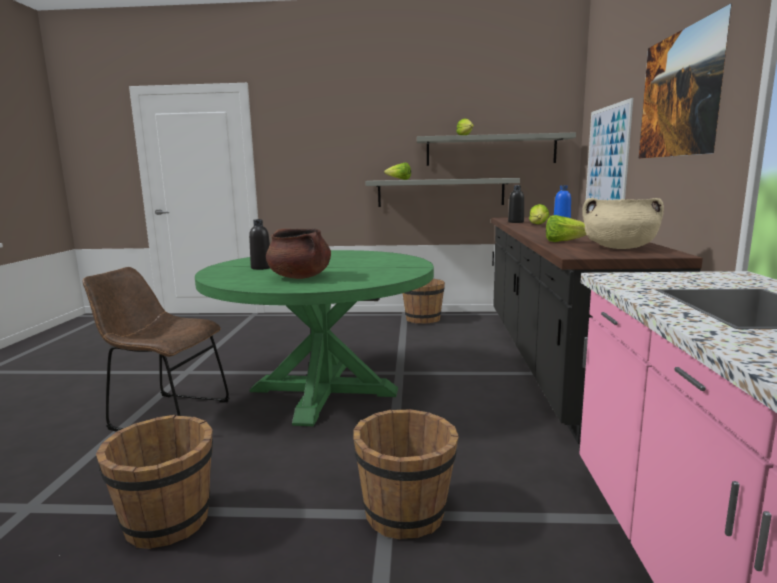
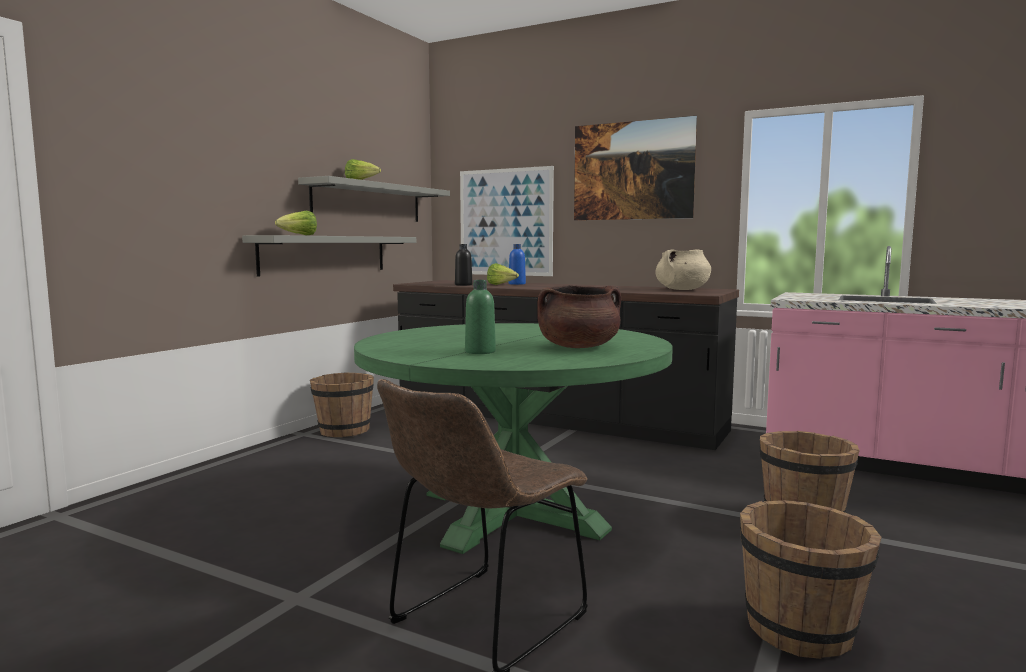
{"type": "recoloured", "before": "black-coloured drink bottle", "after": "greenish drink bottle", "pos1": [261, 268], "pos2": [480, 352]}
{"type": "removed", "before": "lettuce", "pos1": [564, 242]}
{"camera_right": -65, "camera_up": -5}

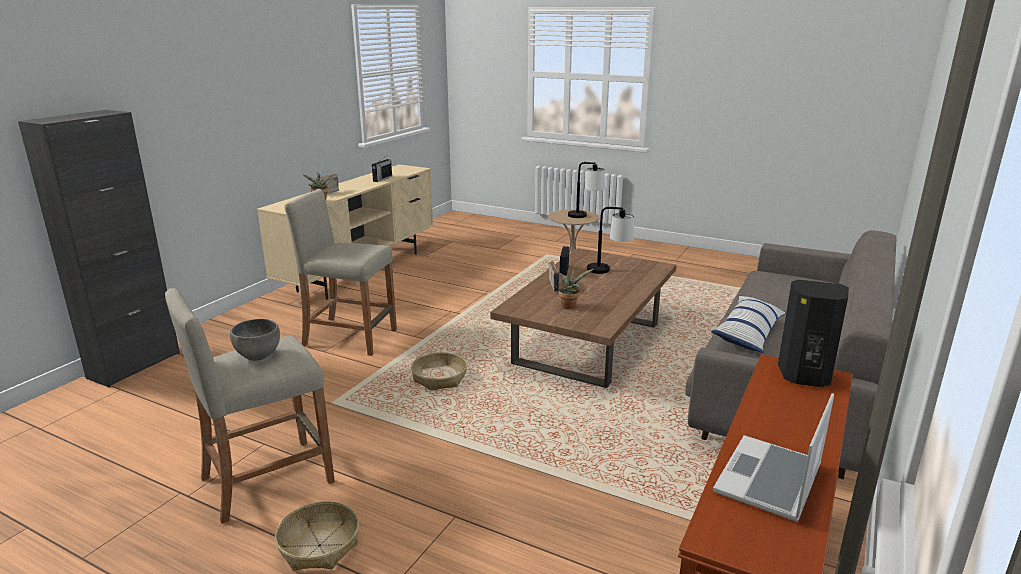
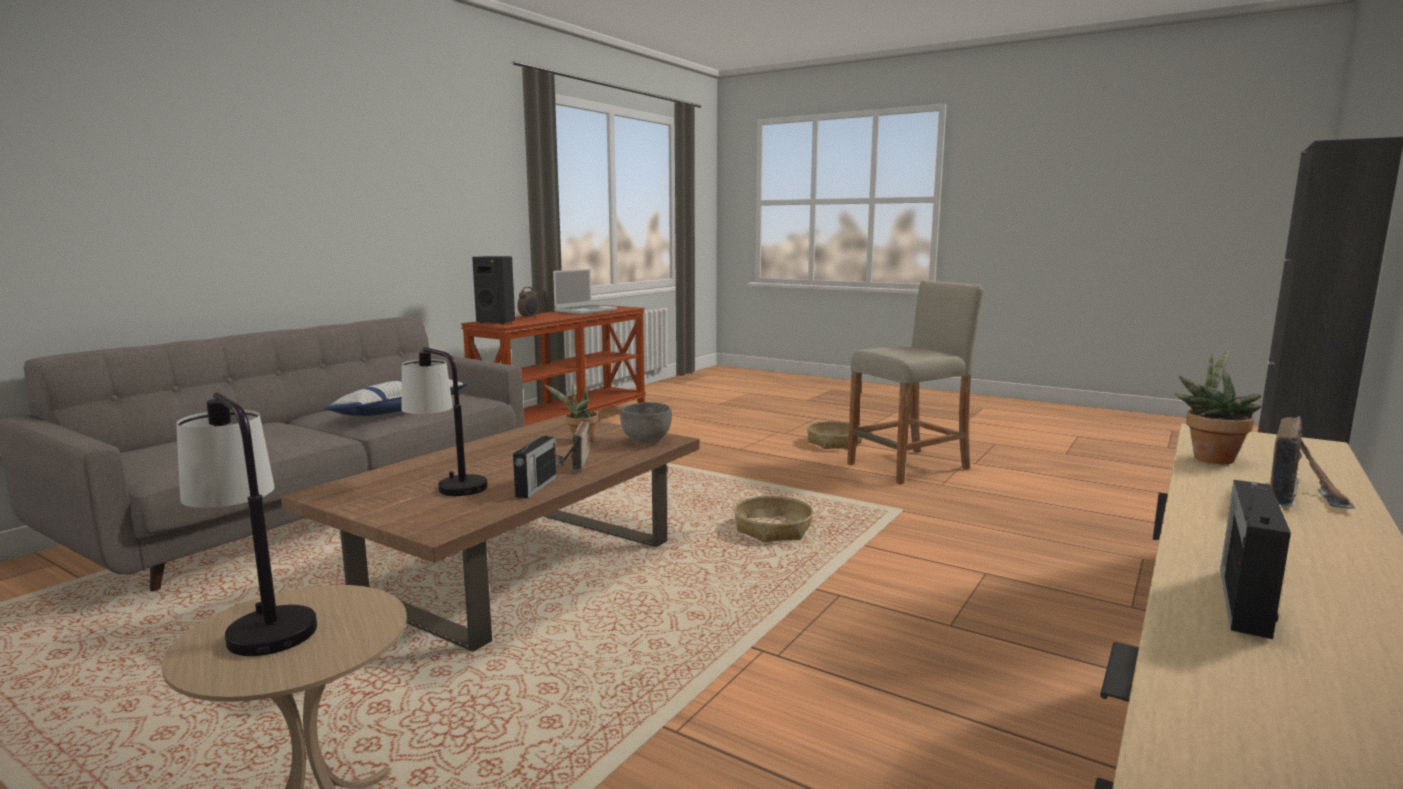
{"type": "added", "after": "bedside clock", "pos2": [529, 317]}
{"type": "moved", "before": "gray deep dish", "pos1": [258, 356], "pos2": [646, 441]}
{"type": "removed", "before": "beige-coloured sitting stool", "pos1": [350, 337]}
{"camera_right": -175, "camera_up": -10}

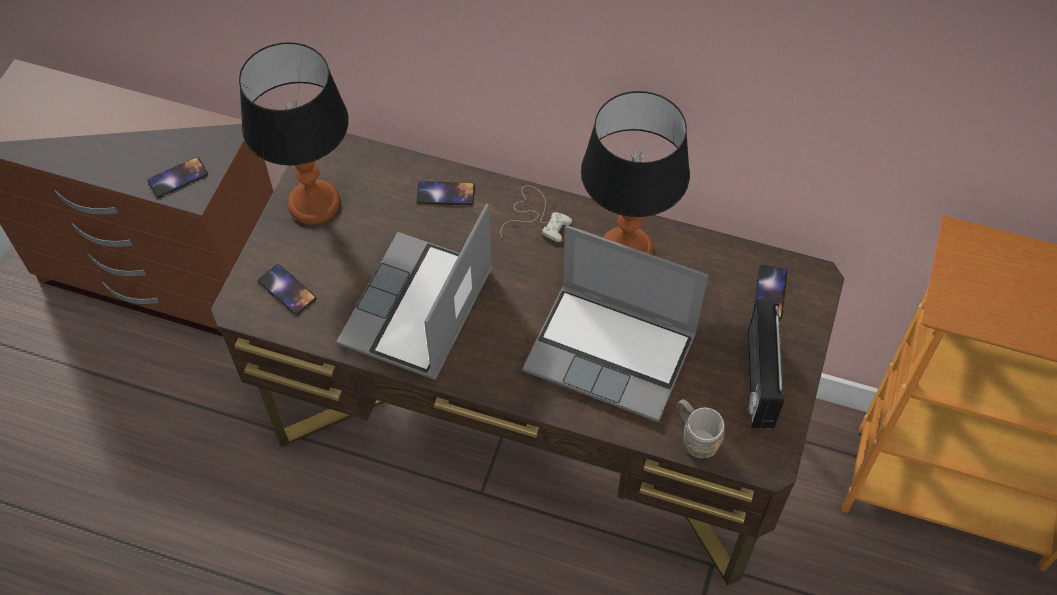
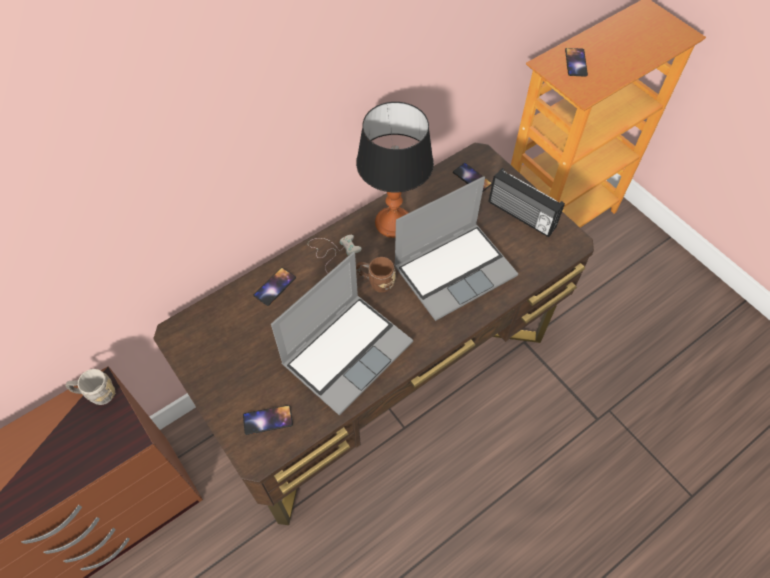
{"type": "moved", "before": "gray coffee mug", "pos1": [695, 437], "pos2": [97, 394]}
{"type": "turned", "before": "portable computer", "pos1": [418, 310], "pos2": [347, 351], "turn": -105}
{"type": "added", "after": "brownish coffee mug", "pos2": [376, 282]}
{"type": "moved", "before": "phone", "pos1": [177, 177], "pos2": [575, 62]}
{"type": "removed", "before": "tabletop lamp", "pos1": [315, 204]}
{"camera_right": -55, "camera_up": 0}

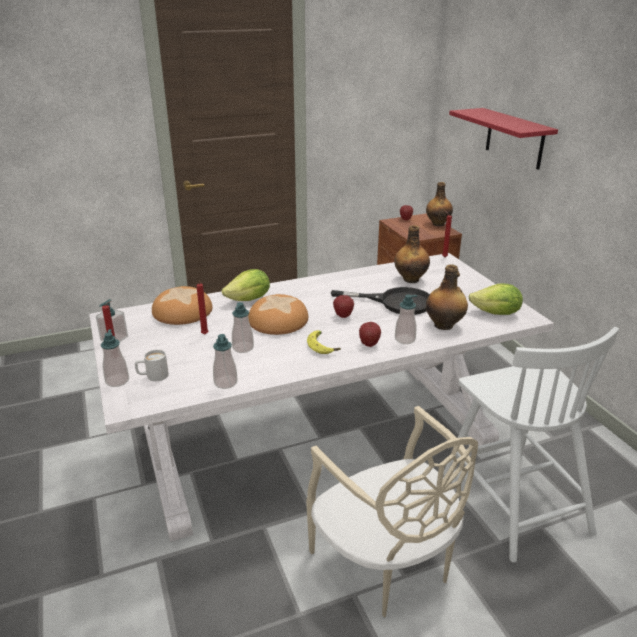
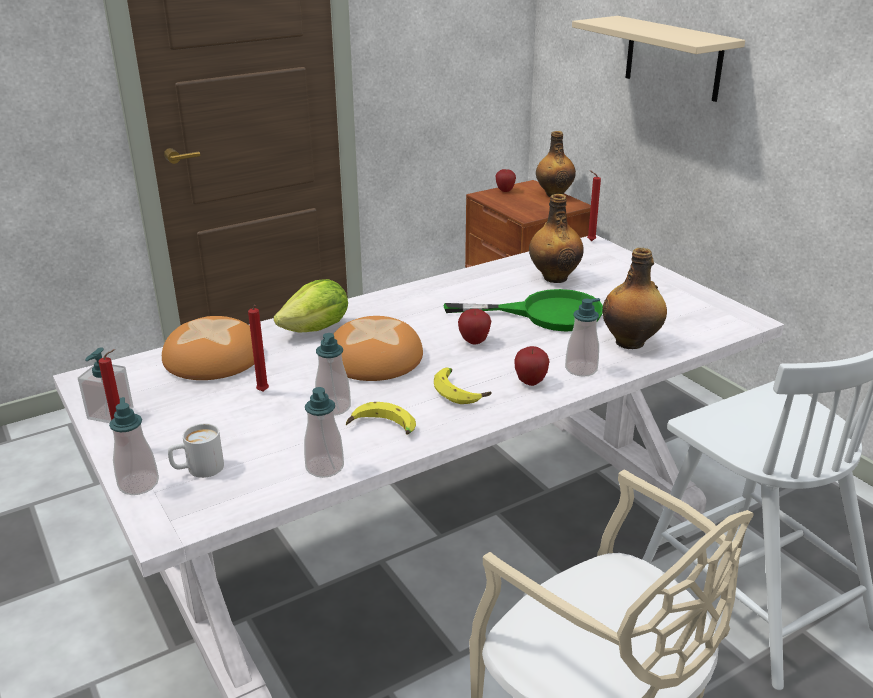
{"type": "added", "after": "banana", "pos2": [381, 429]}
{"type": "recoloured", "before": "black-coloured pan", "after": "greenish pan", "pos1": [395, 302], "pos2": [545, 314]}
{"type": "recoloured", "before": "red-coloured shelf", "after": "beige-coloured shelf", "pos1": [514, 138], "pos2": [673, 58]}
{"type": "removed", "before": "lettuce", "pos1": [496, 313]}
{"camera_right": -10, "camera_up": 0}

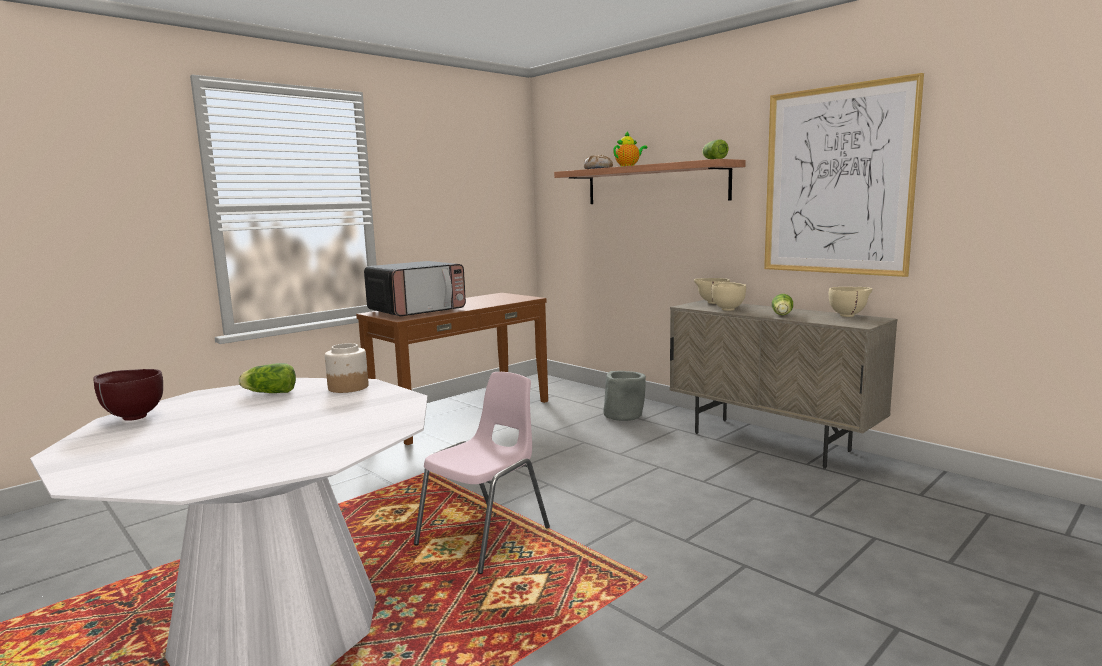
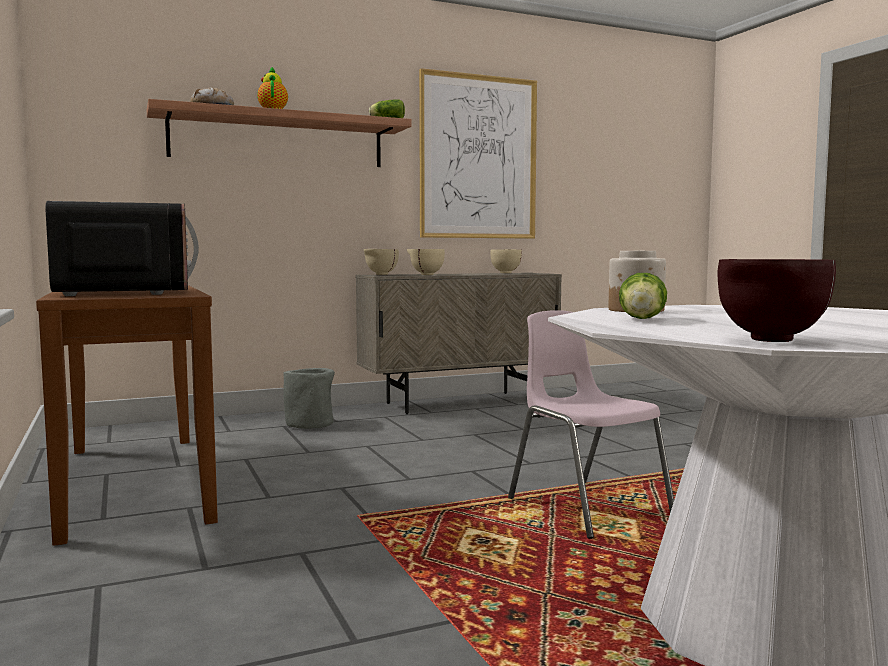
{"type": "removed", "before": "lettuce", "pos1": [782, 315]}
{"camera_right": -70, "camera_up": -5}

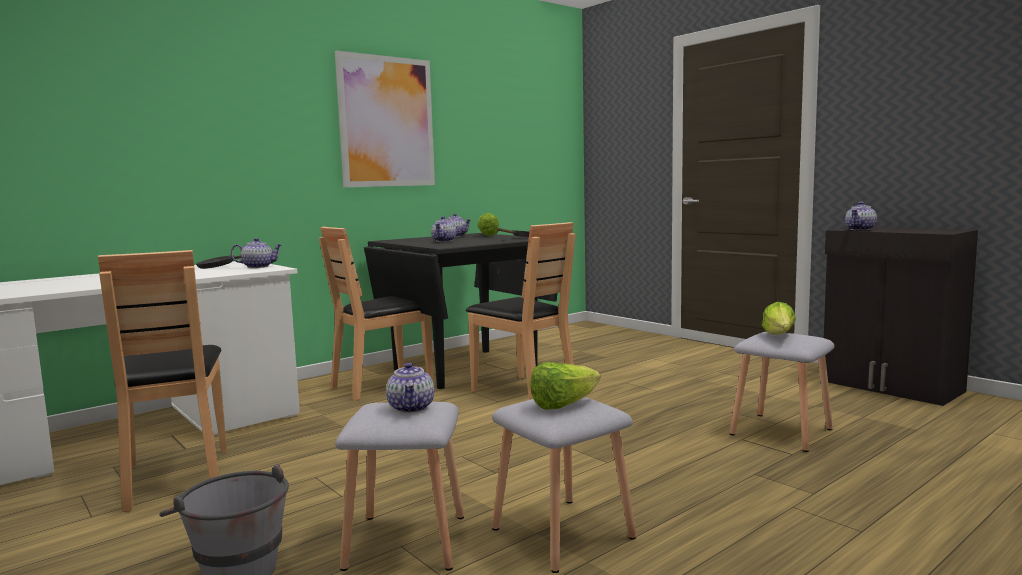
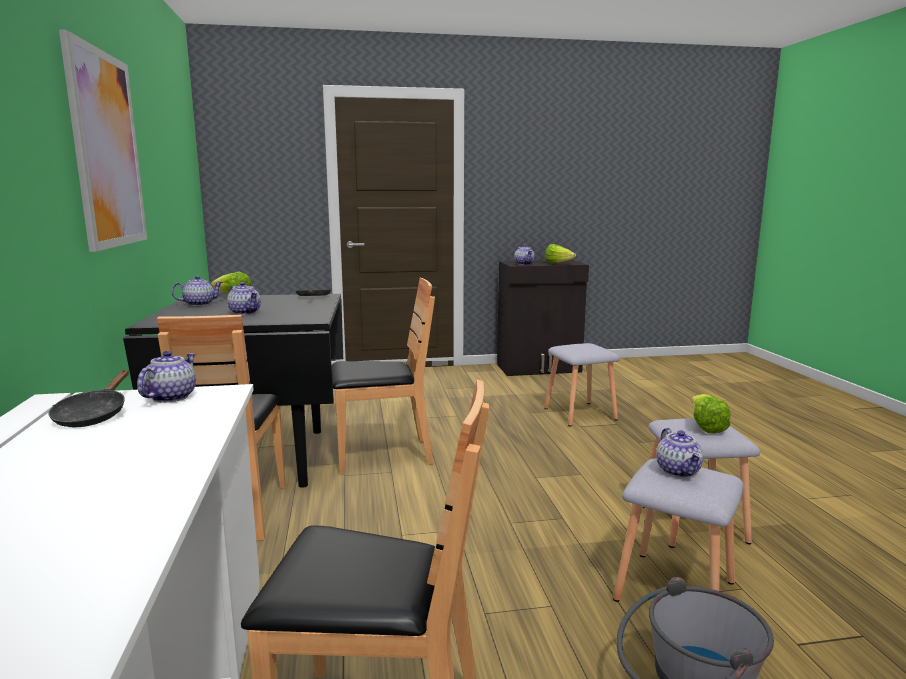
{"type": "moved", "before": "lettuce", "pos1": [779, 336], "pos2": [558, 264]}
{"type": "turned", "before": "tea pot", "pos1": [412, 408], "pos2": [679, 471], "turn": 60}
{"camera_right": -60, "camera_up": 5}

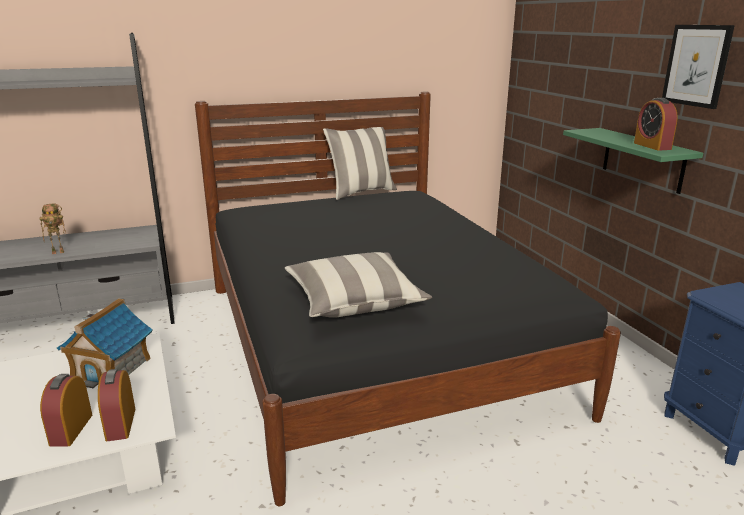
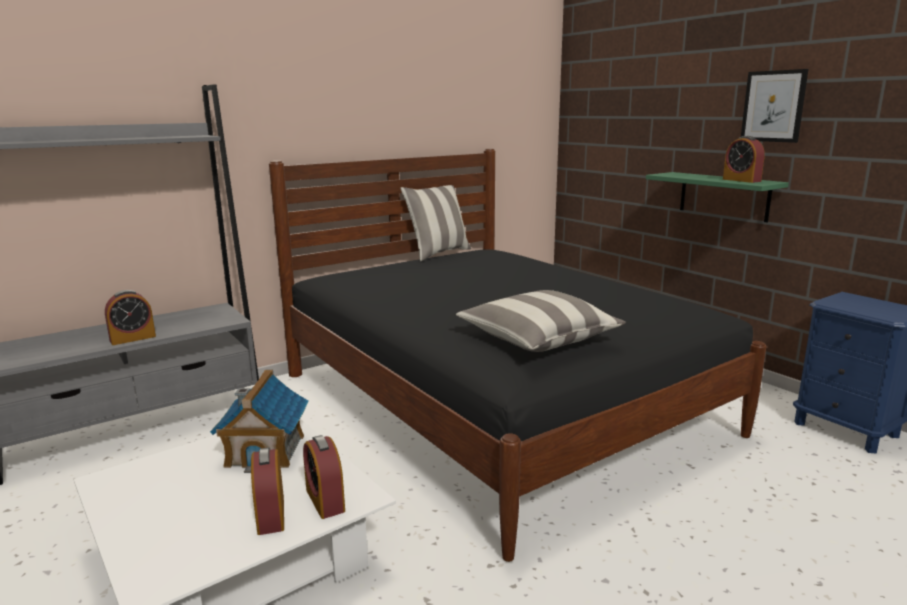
{"type": "replaced", "before": "robot figure", "after": "bedside clock", "pos1": [59, 252], "pos2": [132, 338]}
{"camera_right": -15, "camera_up": -5}

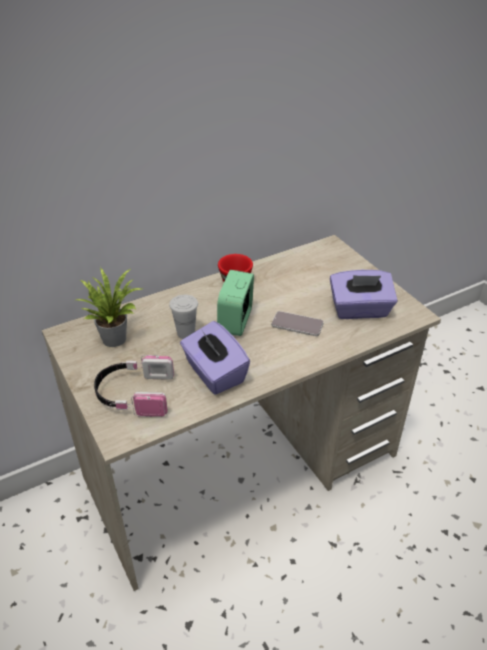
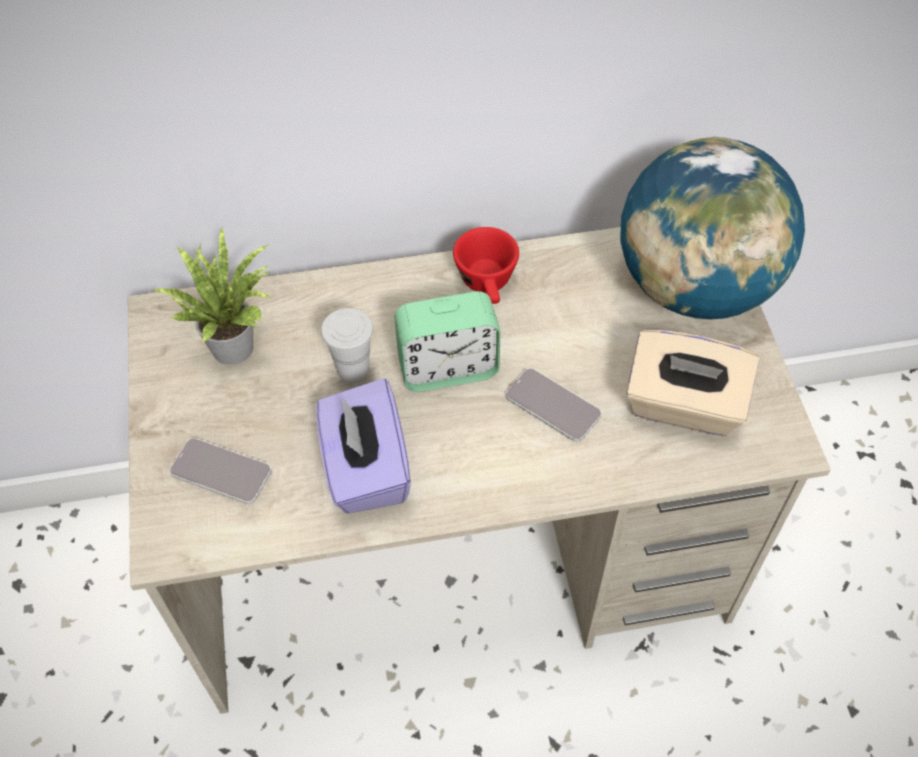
{"type": "replaced", "before": "pair of headphones", "after": "phone", "pos1": [134, 394], "pos2": [221, 472]}
{"type": "turned", "before": "bedside clock", "pos1": [236, 321], "pos2": [448, 368], "turn": -135}
{"type": "added", "after": "world globe", "pos2": [695, 287]}
{"type": "recoloured", "before": "purple tissue box", "after": "beige-coloured tissue box", "pos1": [360, 310], "pos2": [683, 406]}
{"camera_right": 20, "camera_up": 15}

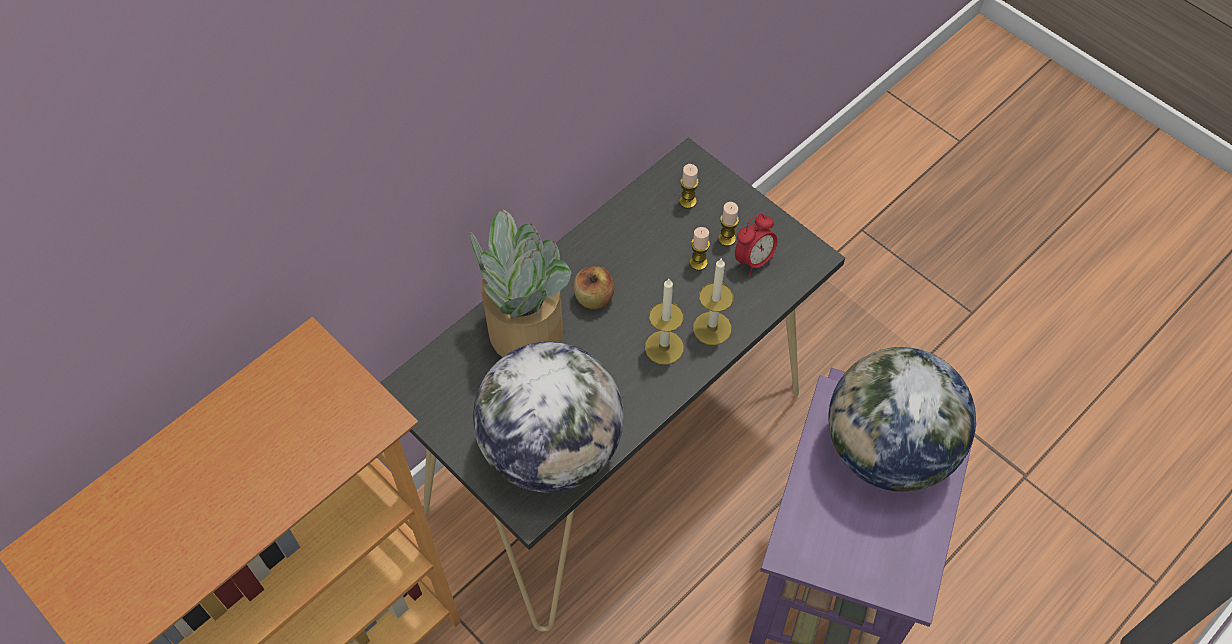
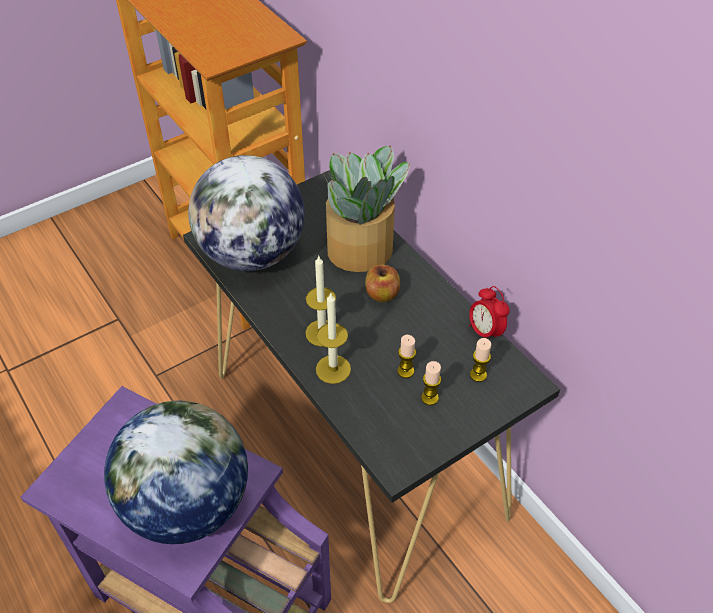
{"type": "moved", "before": "bedside clock", "pos1": [754, 260], "pos2": [485, 332]}
{"camera_right": 100, "camera_up": -10}

